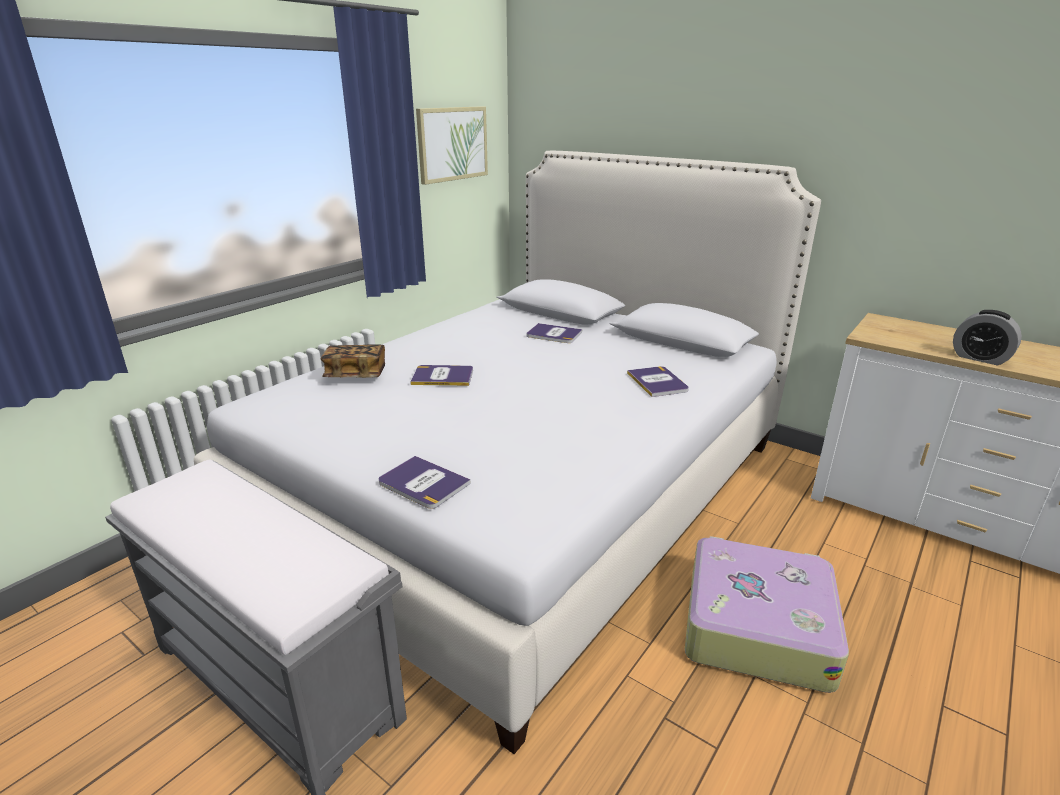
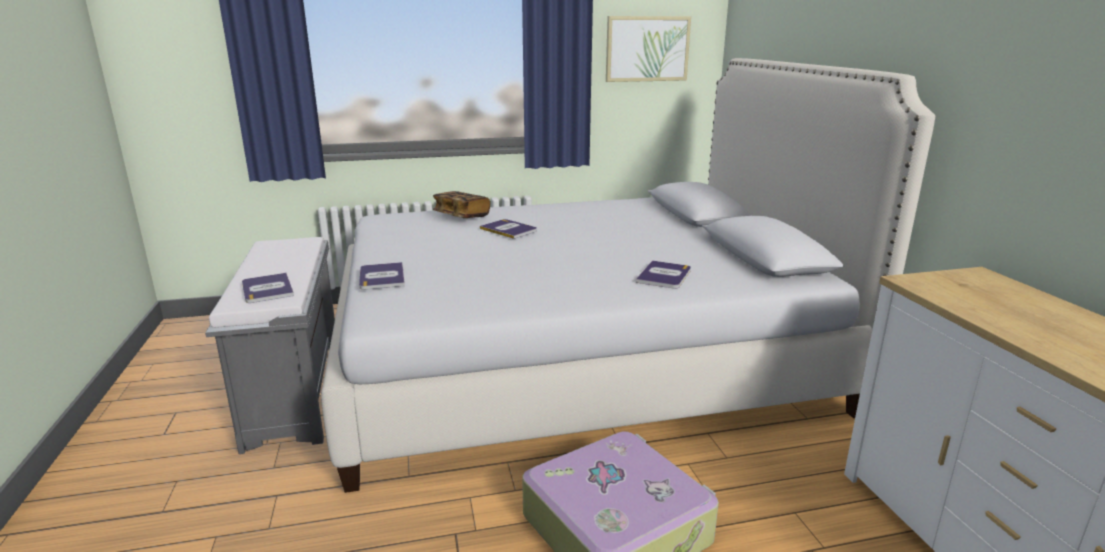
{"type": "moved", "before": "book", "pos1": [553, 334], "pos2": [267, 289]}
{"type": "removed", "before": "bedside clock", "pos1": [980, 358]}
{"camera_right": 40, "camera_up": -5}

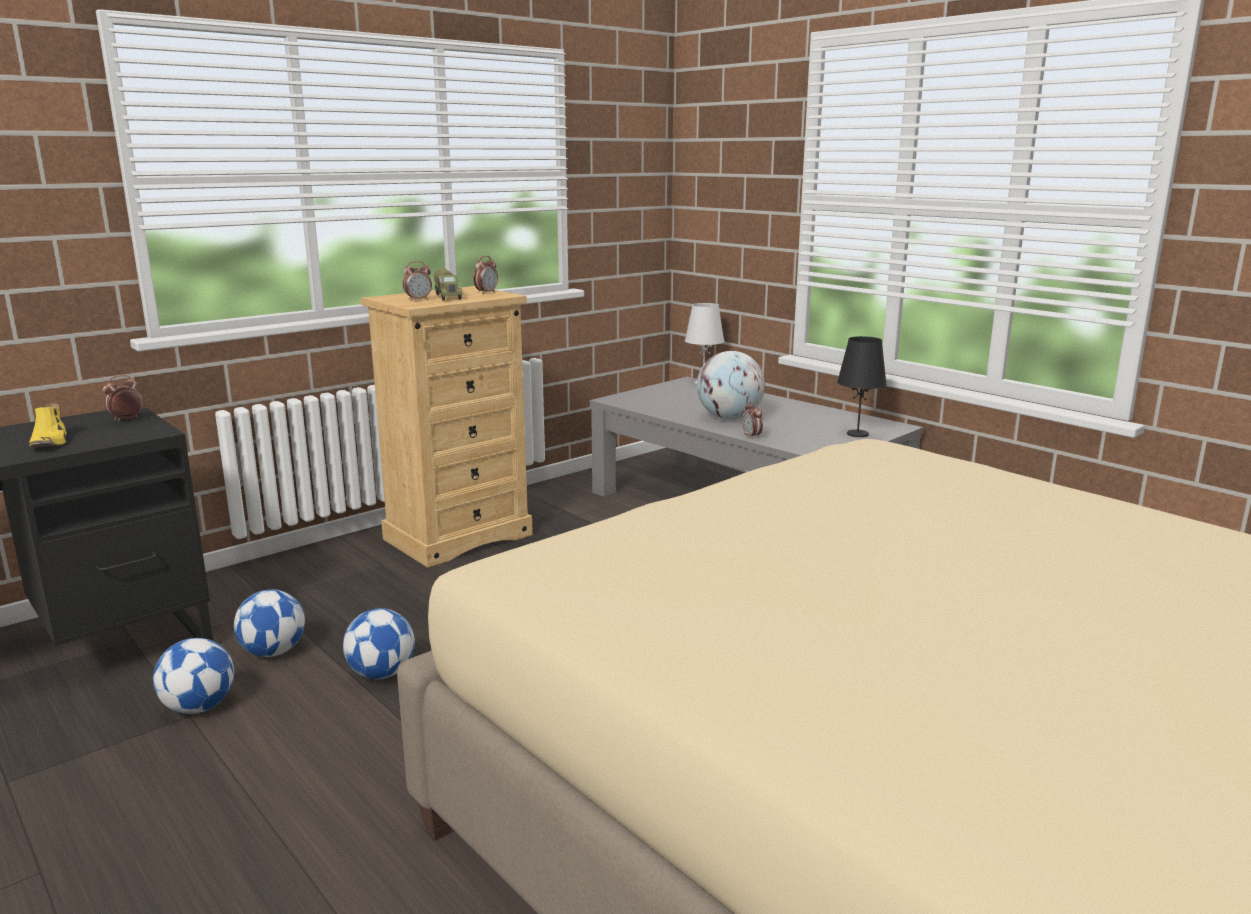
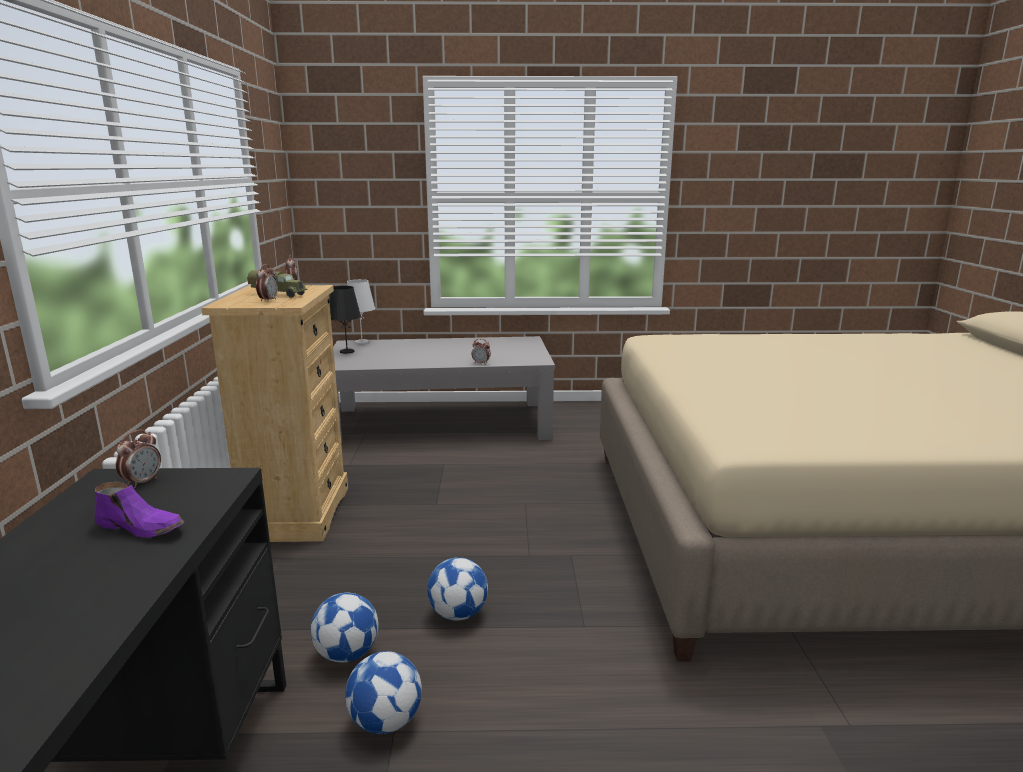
{"type": "recoloured", "before": "yellowish item of footwear", "after": "purple item of footwear", "pos1": [50, 442], "pos2": [142, 527]}
{"type": "turned", "before": "bedside clock", "pos1": [126, 419], "pos2": [142, 482], "turn": -150}
{"type": "moved", "before": "black-coloured tabletop lamp", "pos1": [857, 434], "pos2": [347, 351]}
{"type": "removed", "before": "world globe", "pos1": [729, 418]}
{"camera_right": -50, "camera_up": 0}

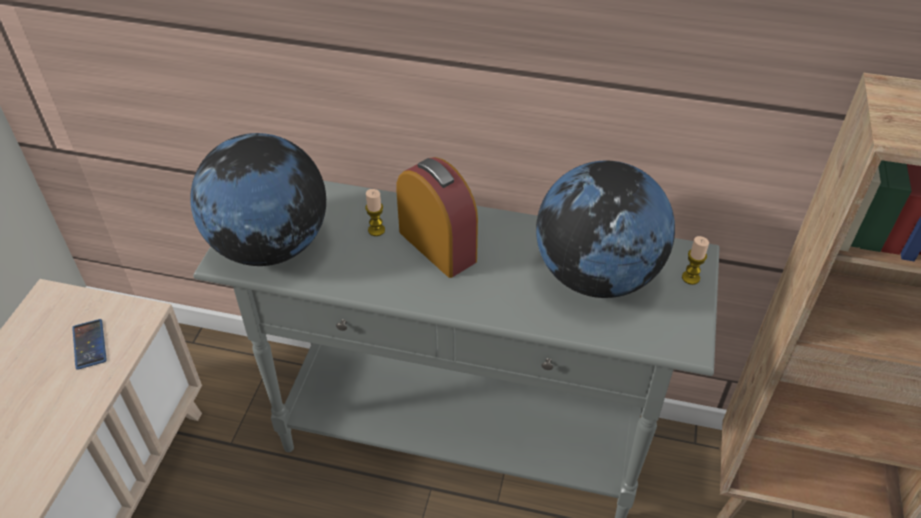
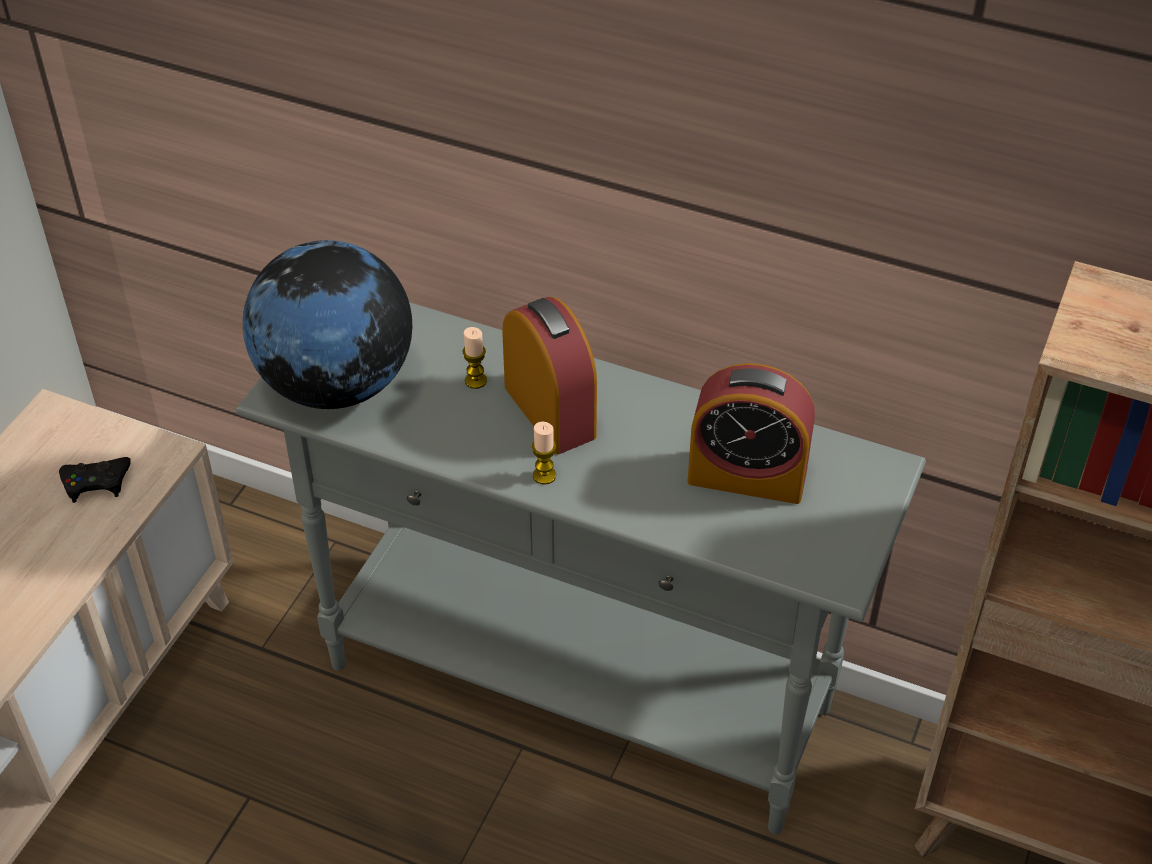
{"type": "replaced", "before": "phone", "after": "black-coloured game controller", "pos1": [89, 344], "pos2": [96, 482]}
{"type": "moved", "before": "wax light", "pos1": [690, 278], "pos2": [544, 475]}
{"type": "replaced", "before": "world globe", "after": "bedside clock", "pos1": [596, 275], "pos2": [747, 476]}
{"camera_right": 10, "camera_up": 0}

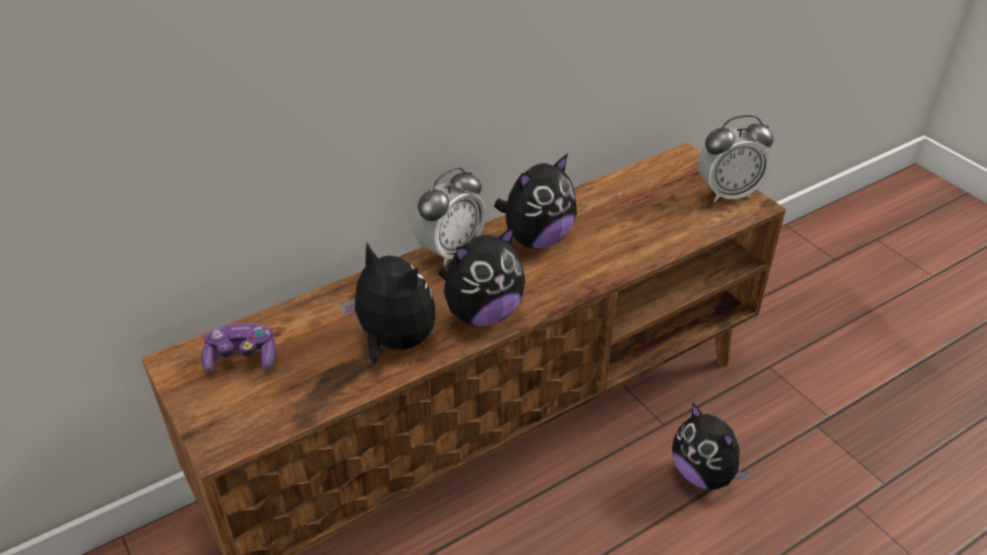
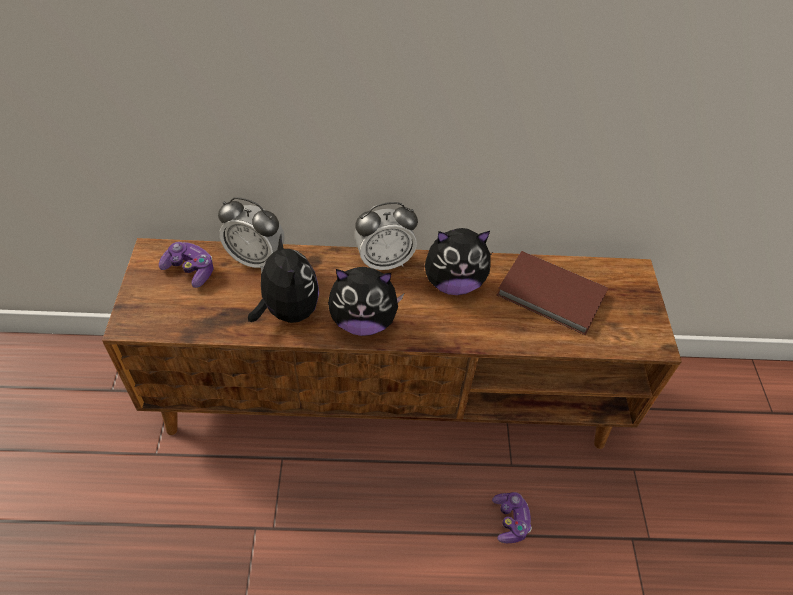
{"type": "moved", "before": "bedside clock", "pos1": [727, 193], "pos2": [255, 258]}
{"type": "replaced", "before": "plush toy", "after": "game controller", "pos1": [703, 474], "pos2": [510, 520]}
{"type": "added", "after": "brownish book", "pos2": [551, 296]}
{"camera_right": 30, "camera_up": 10}

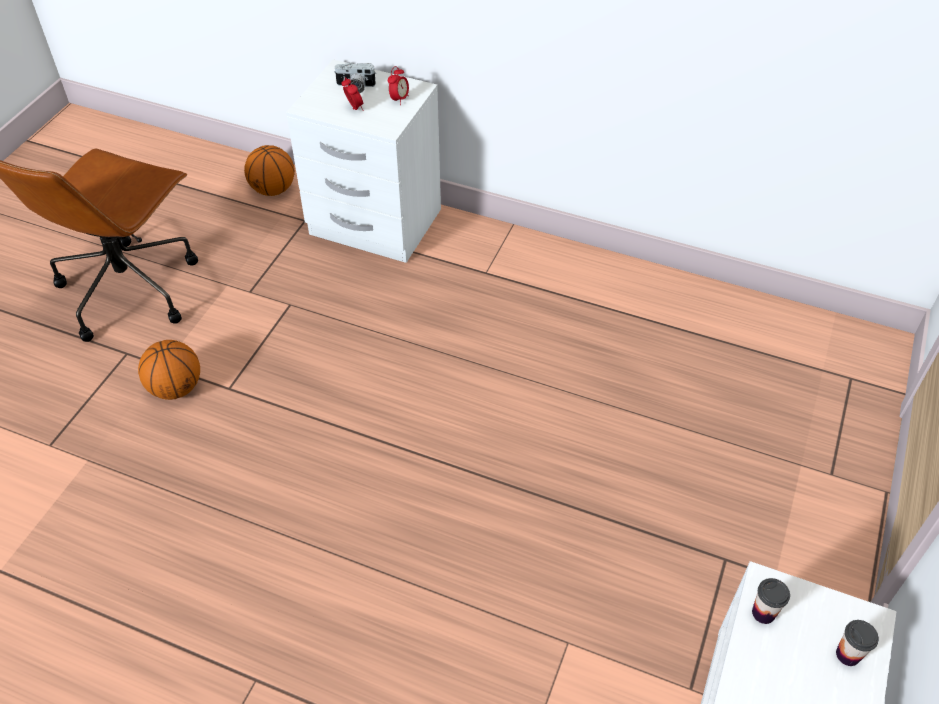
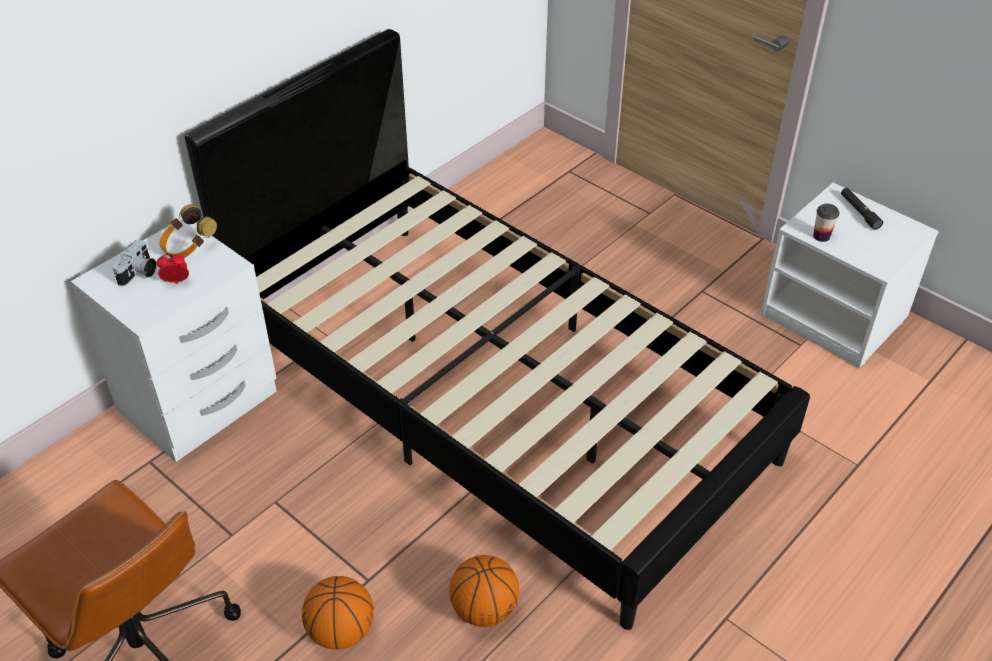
{"type": "replaced", "before": "bedside clock", "after": "pair of headphones", "pos1": [399, 99], "pos2": [188, 247]}
{"type": "added", "after": "black-coloured bedroom bed", "pos2": [495, 395]}
{"type": "moved", "before": "basketball", "pos1": [273, 190], "pos2": [484, 609]}
{"type": "replaced", "before": "drinking cup", "after": "black-coloured hand torch", "pos1": [848, 654], "pos2": [859, 212]}
{"camera_right": -70, "camera_up": -5}

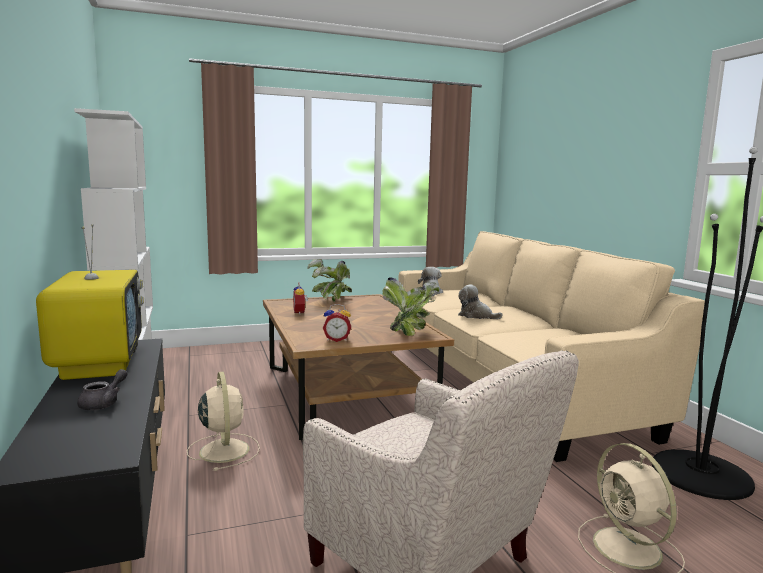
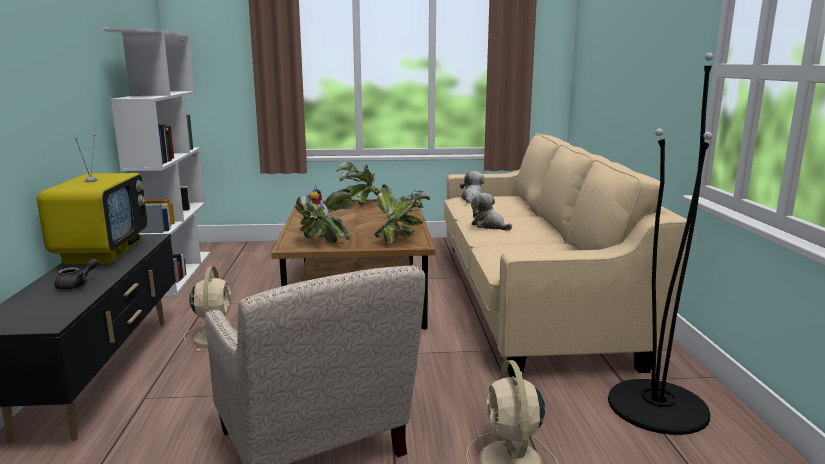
{"type": "replaced", "before": "bedside clock", "after": "potted plant", "pos1": [337, 339], "pos2": [322, 243]}
{"camera_right": 15, "camera_up": 5}

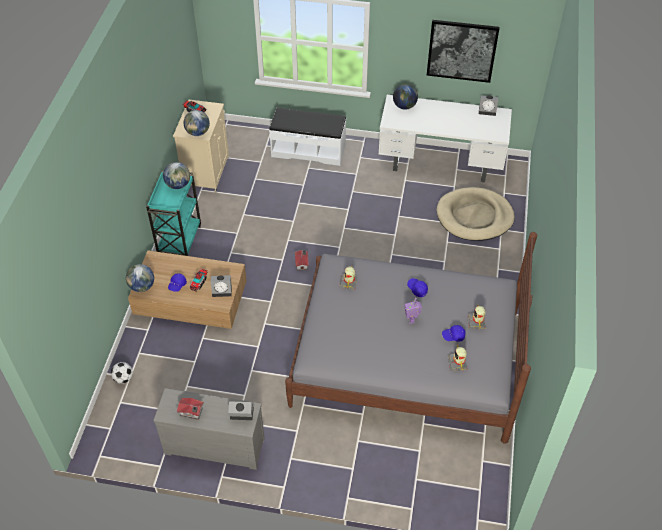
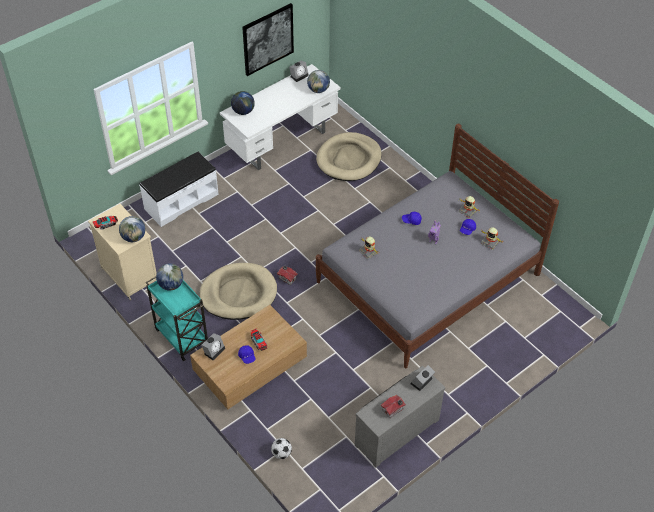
{"type": "added", "after": "beige-coloured pet bed", "pos2": [238, 294]}
{"type": "moved", "before": "bedside clock", "pos1": [222, 290], "pos2": [214, 350]}
{"type": "moved", "before": "world globe", "pos1": [142, 287], "pos2": [318, 90]}
{"camera_right": -50, "camera_up": 0}

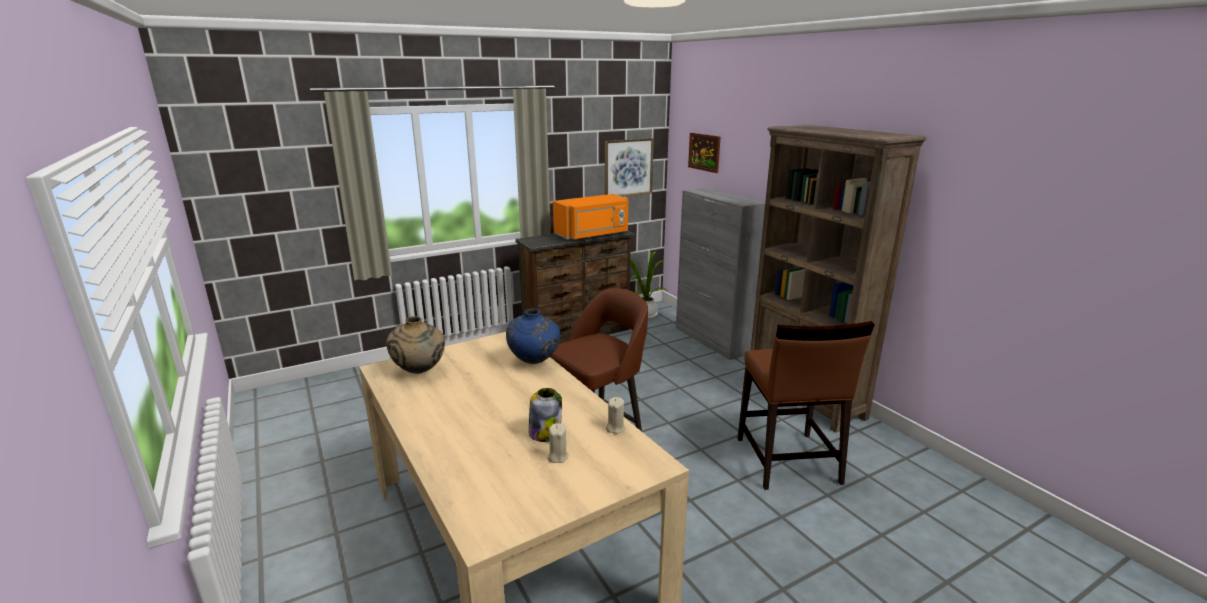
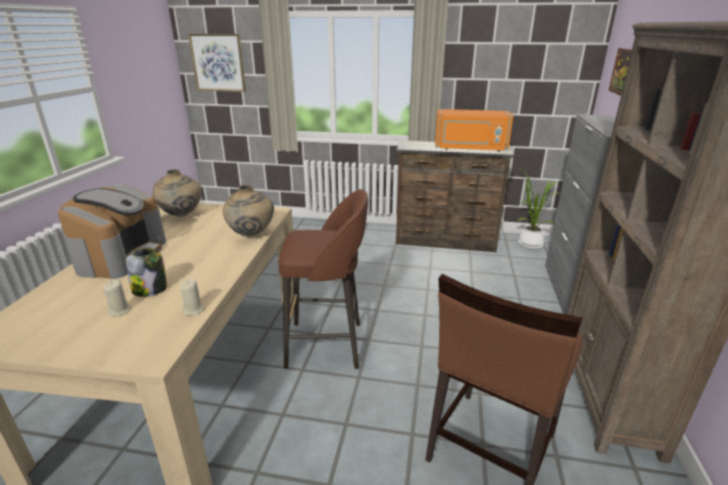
{"type": "added", "after": "coffee machine", "pos2": [121, 255]}
{"type": "moved", "before": "wall art", "pos1": [628, 167], "pos2": [218, 63]}
{"type": "recoloured", "before": "blue flower vase", "after": "beige-coloured flower vase", "pos1": [534, 362], "pos2": [252, 235]}
{"camera_right": 40, "camera_up": 5}

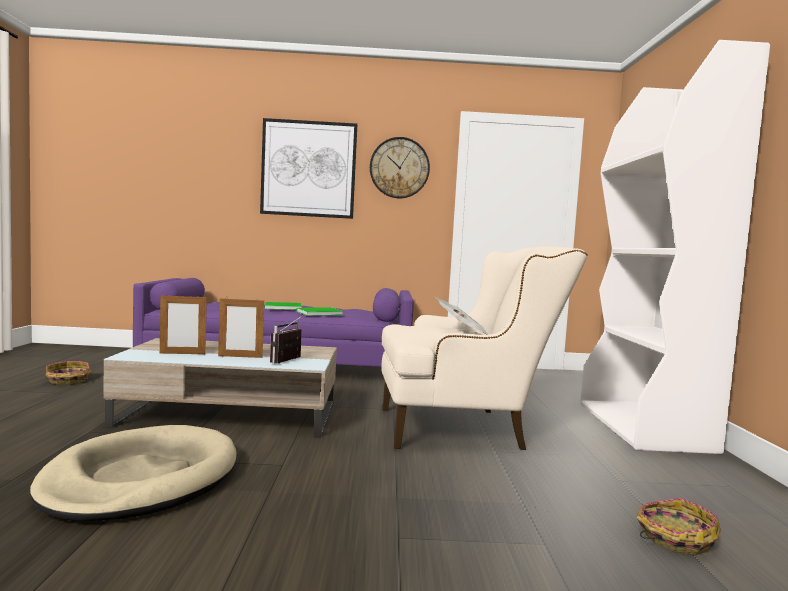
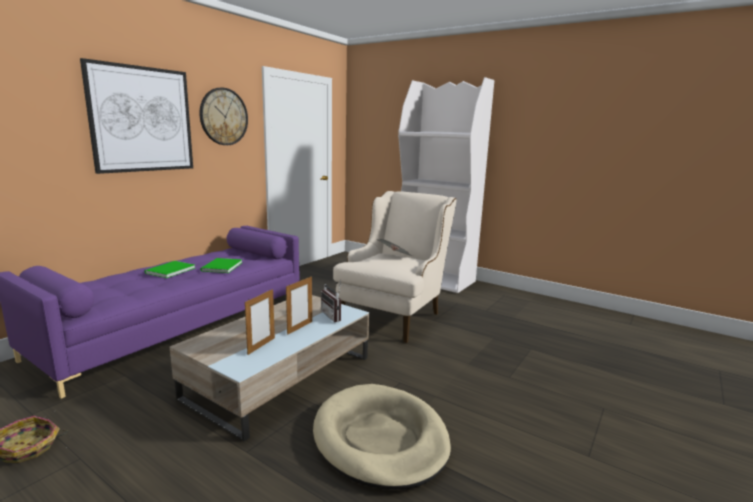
{"type": "removed", "before": "storage basket", "pos1": [674, 538]}
{"camera_right": -55, "camera_up": 10}

